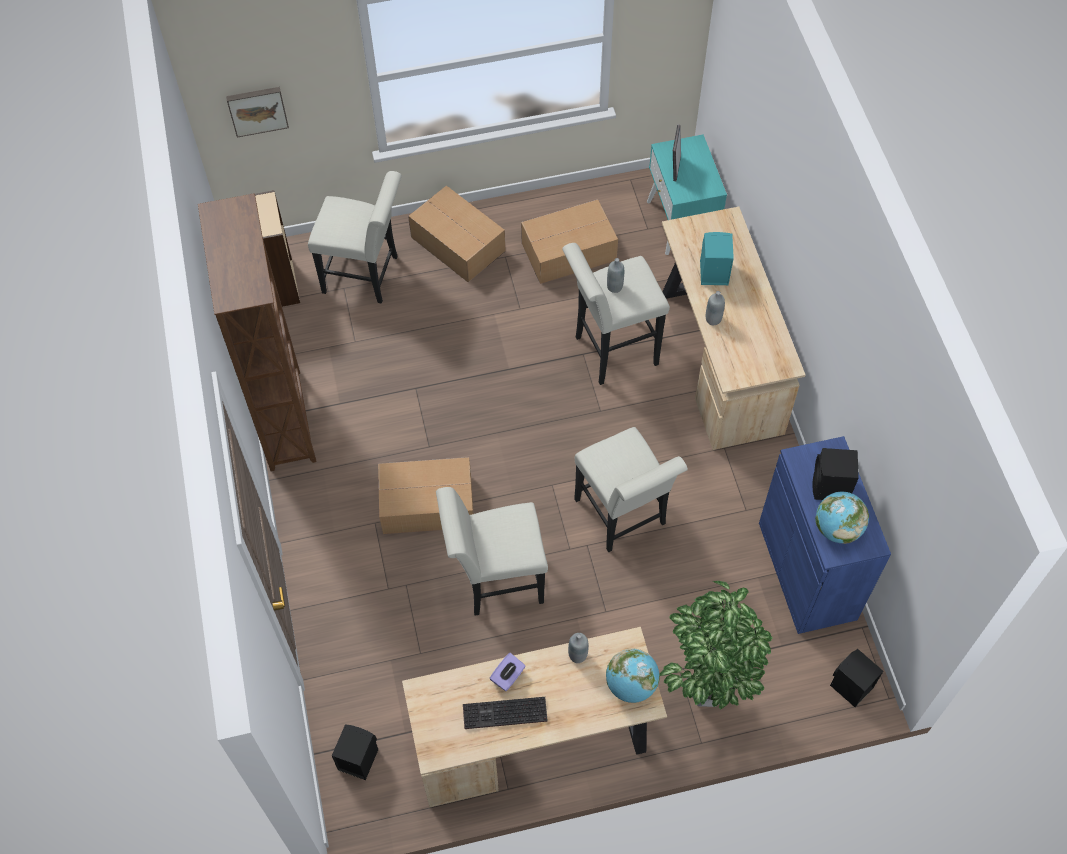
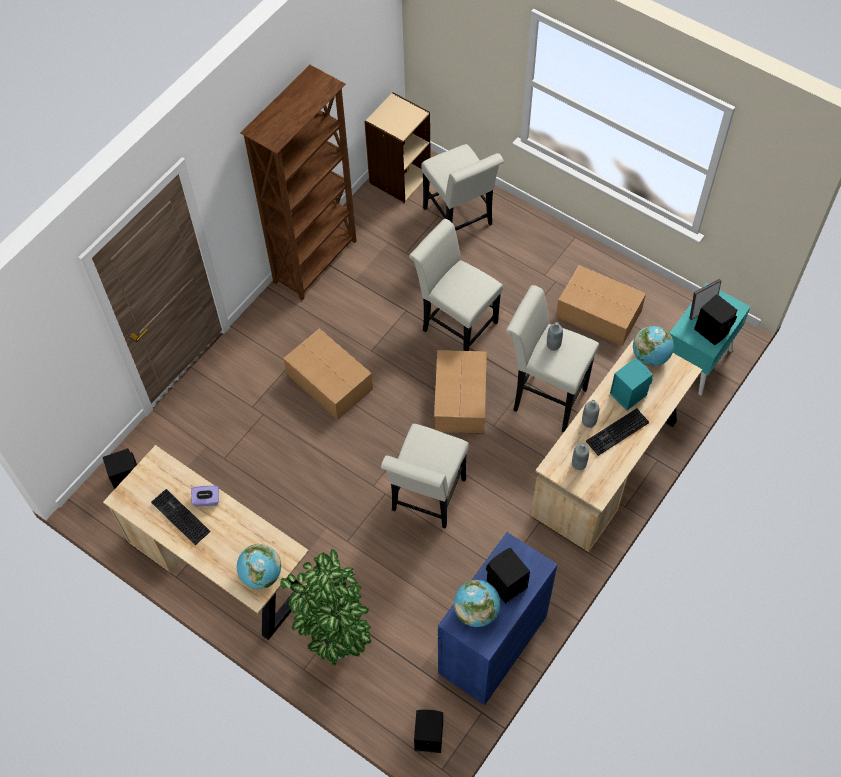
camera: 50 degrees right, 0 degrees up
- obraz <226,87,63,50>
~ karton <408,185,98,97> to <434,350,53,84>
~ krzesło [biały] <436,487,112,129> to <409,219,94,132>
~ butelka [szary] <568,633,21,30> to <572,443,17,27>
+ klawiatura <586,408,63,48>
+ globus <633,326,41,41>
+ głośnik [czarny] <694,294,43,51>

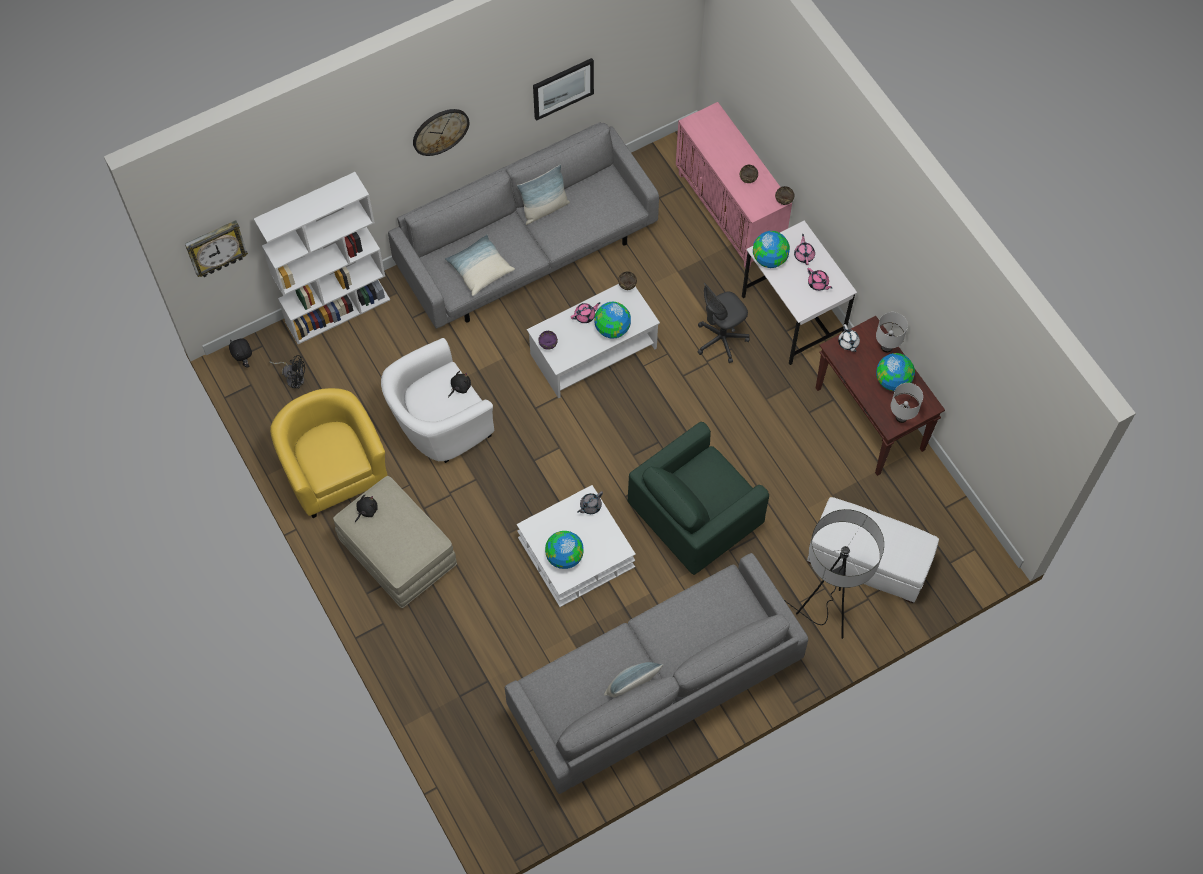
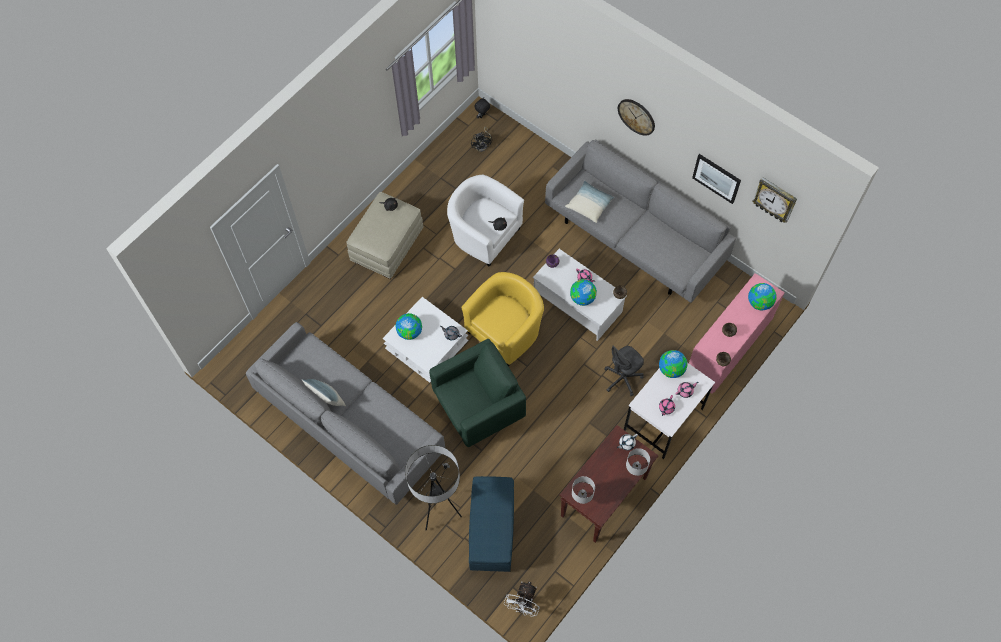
camera: 70 degrees right, 0 degrees up
~ zegar ścienny <185,220,63,57> to <752,177,45,46>
- regał [biały] <254,172,136,172>
~ fotel [żółty] <270,388,118,130> to <461,272,83,94>
- poduszka <517,165,53,60>
~ fotel [zielony] <628,422,141,153> = <429,339,97,108> 120 degrees clockwise
~ krzesło biurowe [szary] <697,283,53,80> = <604,346,40,50> 75 degrees counterclockwise
~ pufa [biały] <807,497,132,106> to pufa [niebieski] <469,476,45,96>
~ globus <876,353,39,38> to <748,283,29,27>
+ wentylator [biały] <504,582,36,35>

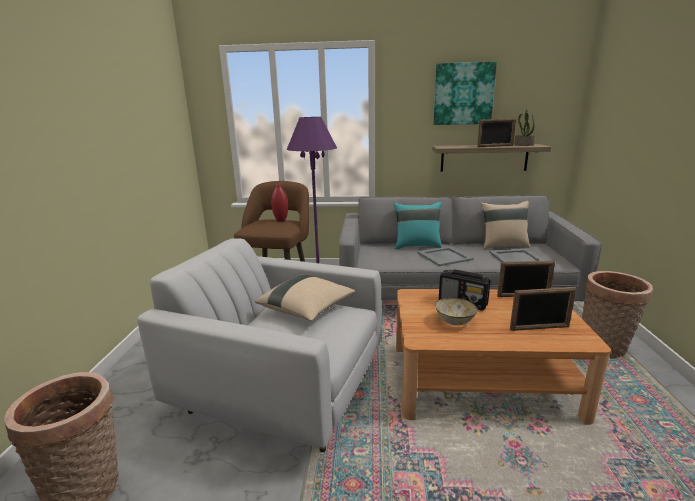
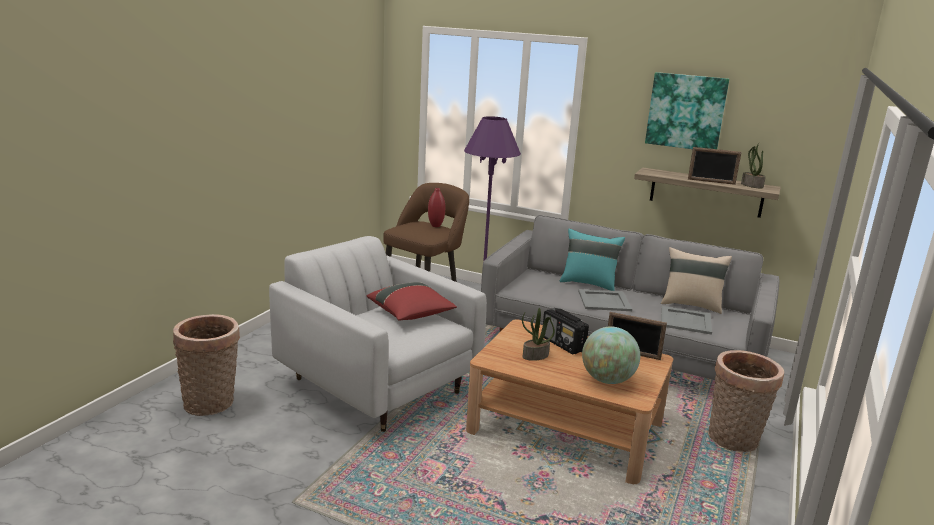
camera: 20 degrees right, 0 degrees up
~ poduszka [beżowy] <255,274,100,47> to poduszka [czerwony] <367,282,90,39>
~ miska <435,297,43,29> to roślina doniczkowa <522,308,33,53>
~ ramka na zdjęcie <510,287,66,44> to globus <582,326,58,58>

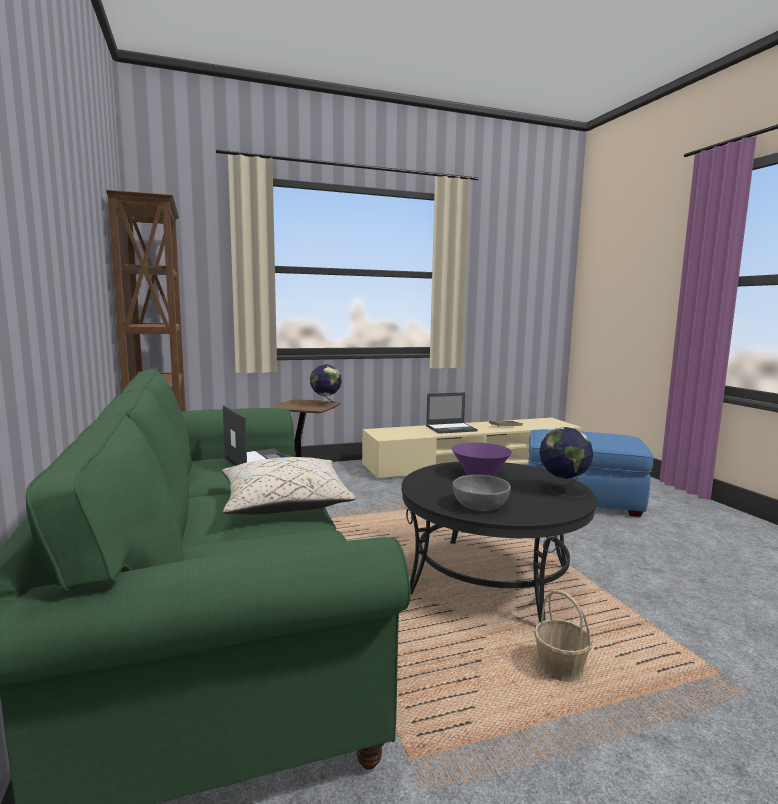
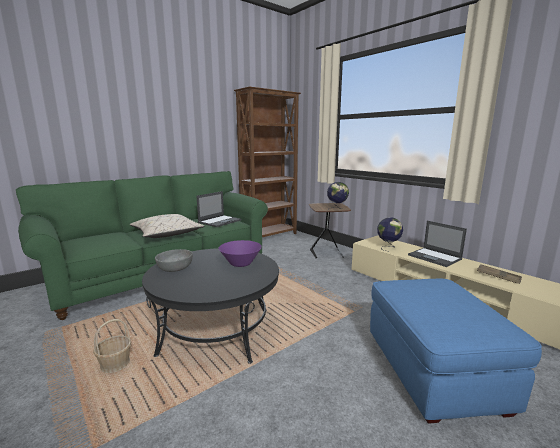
camera: 70 degrees right, 5 degrees up
~ globus <539,427,54,71> to <377,217,26,34>

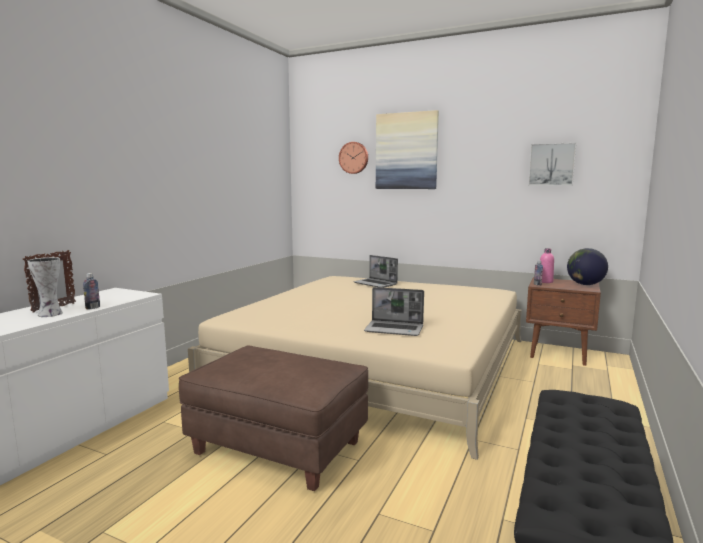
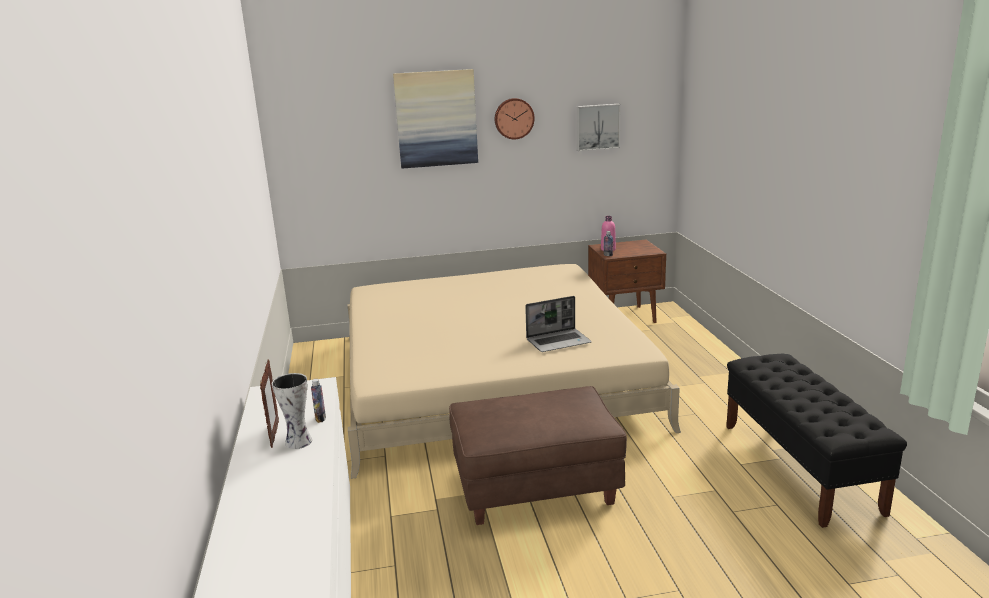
camera: 35 degrees left, 10 degrees up
~ zegar ścienny <339,142,29,32> to <495,98,40,42>
- laptop <353,255,45,33>
- globus <567,248,41,37>

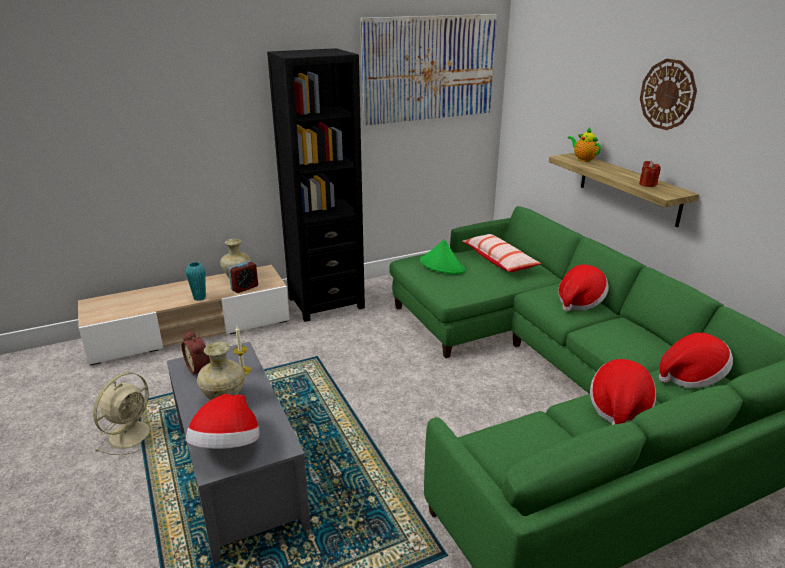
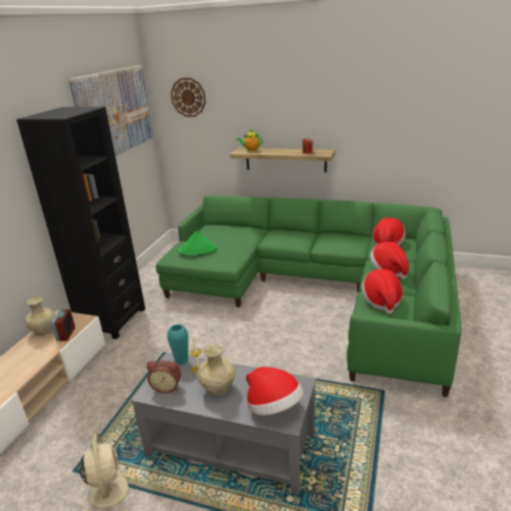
camera: 45 degrees left, 0 degrees up
~ wazon [turkusowy] <186,262,20,39> to <167,324,21,41>
- poduszka <462,234,79,38>
~ kapelusz <558,265,51,47> to <362,269,41,45>
~ zegar ścienny <640,59,57,71> to <171,78,35,39>

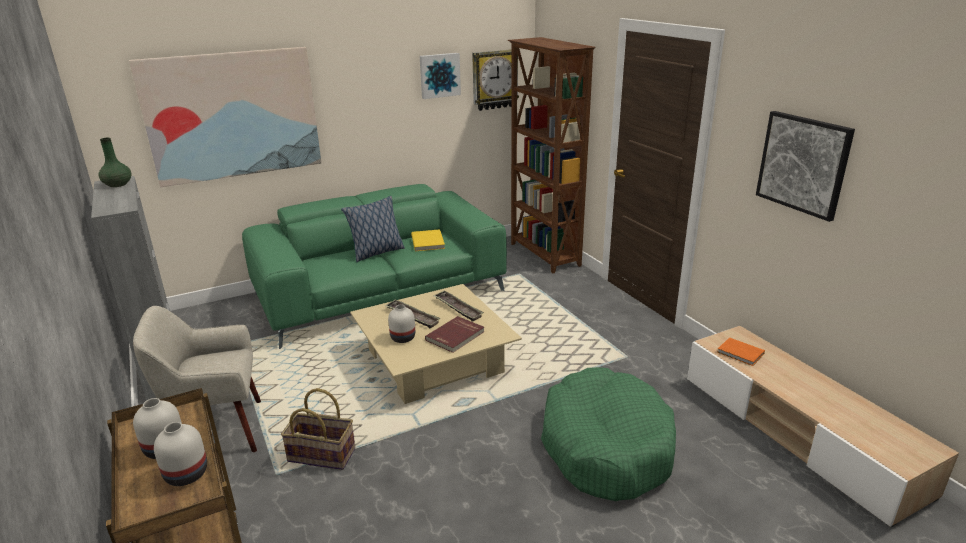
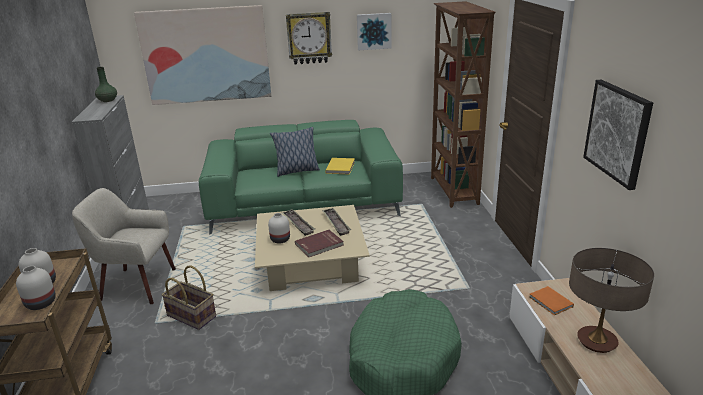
camera: 20 degrees right, 0 degrees up
~ zegar ścienny <472,49,47,62> to <286,12,46,53>
+ lampa stołowa <569,248,85,105>

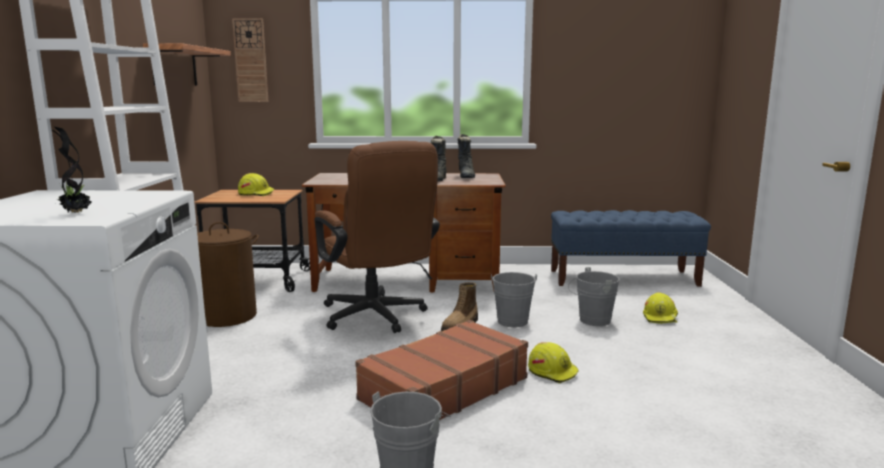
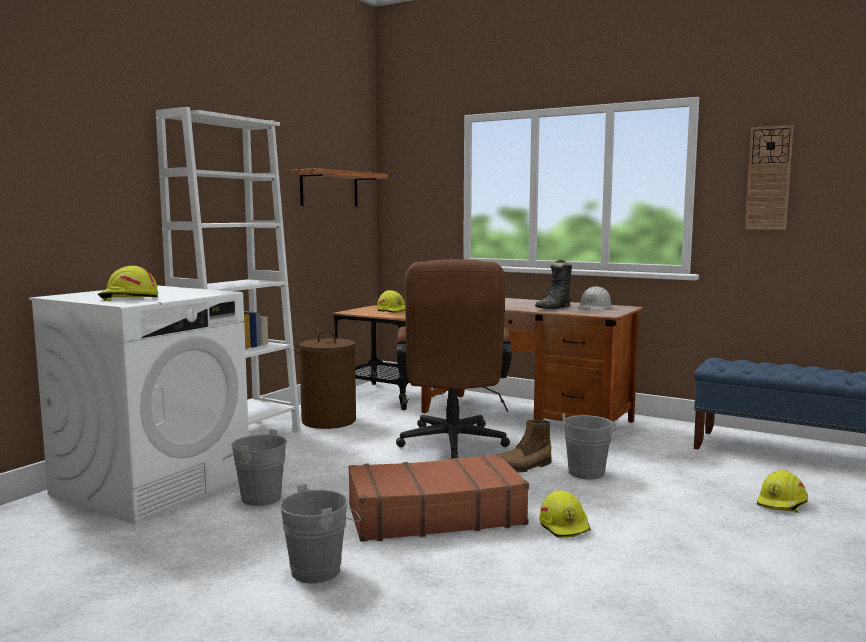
camera: 30 degrees right, 5 degrees down
~ roślina doniczkowa <52,127,39,86> to kask [żółty] <98,266,60,35>
~ zegar ścienny <232,18,37,84> to <745,125,49,105>
~ but z cholewką [czarny] <458,134,17,44> to kask [biały] <579,286,33,23>
~ wiadro [szary] <568,267,52,59> to <222,429,65,77>

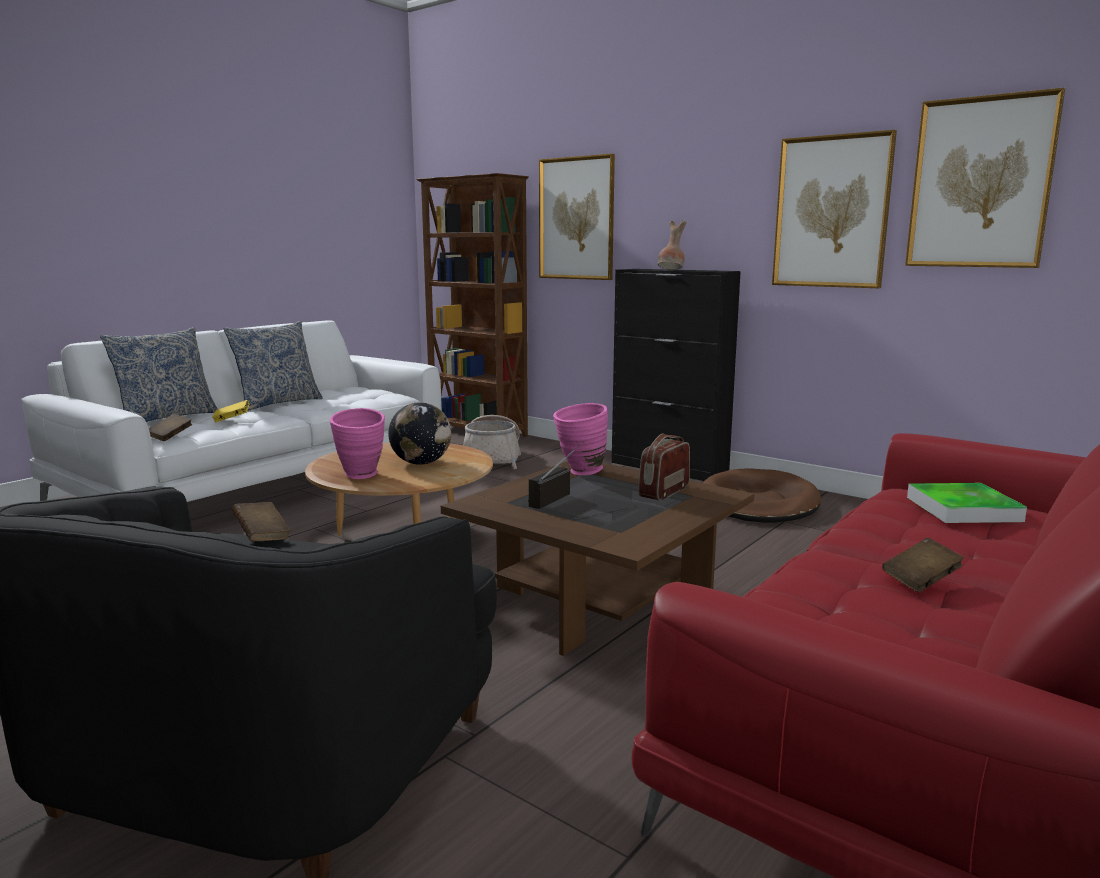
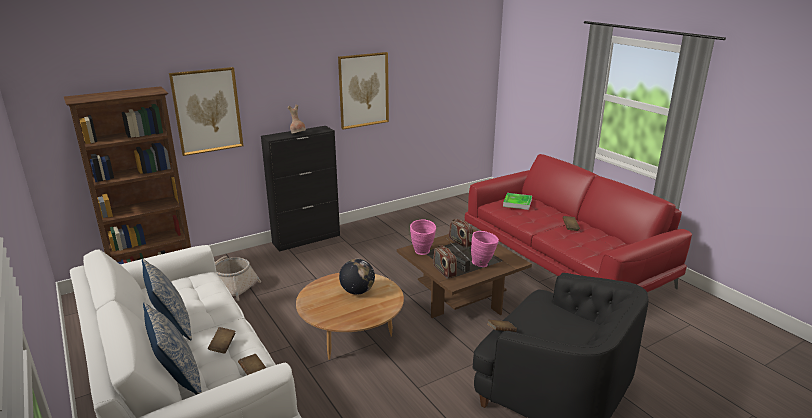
camera: 70 degrees left, 10 degrees up
~ książka [żółty] <212,400,38,22> to książka [brązowy] <208,327,28,26>
~ wazon [różowy] <330,408,55,71> to <471,231,28,36>
- legowisko [brązowy] <703,468,118,55>
- obraz <905,88,160,180>
+ radio <433,245,24,34>

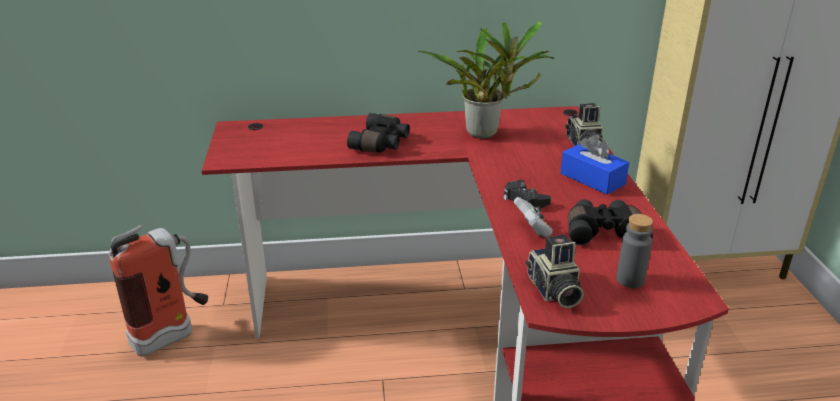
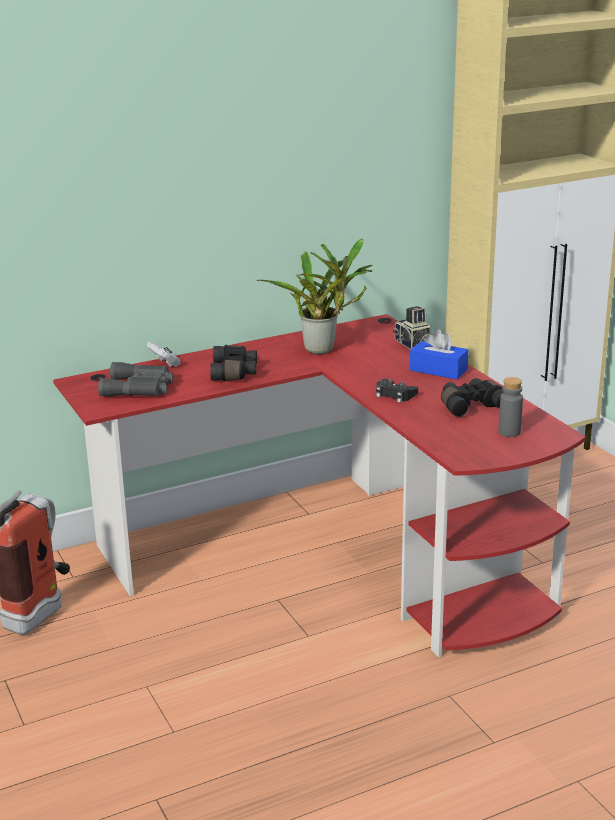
camera: 20 degrees left, 5 degrees down
~ pad do gier [biały] <514,197,39,40> to <147,341,33,26>
- aparat fotograficzny <526,235,58,73>
+ lornetka [szary] <98,362,75,34>

